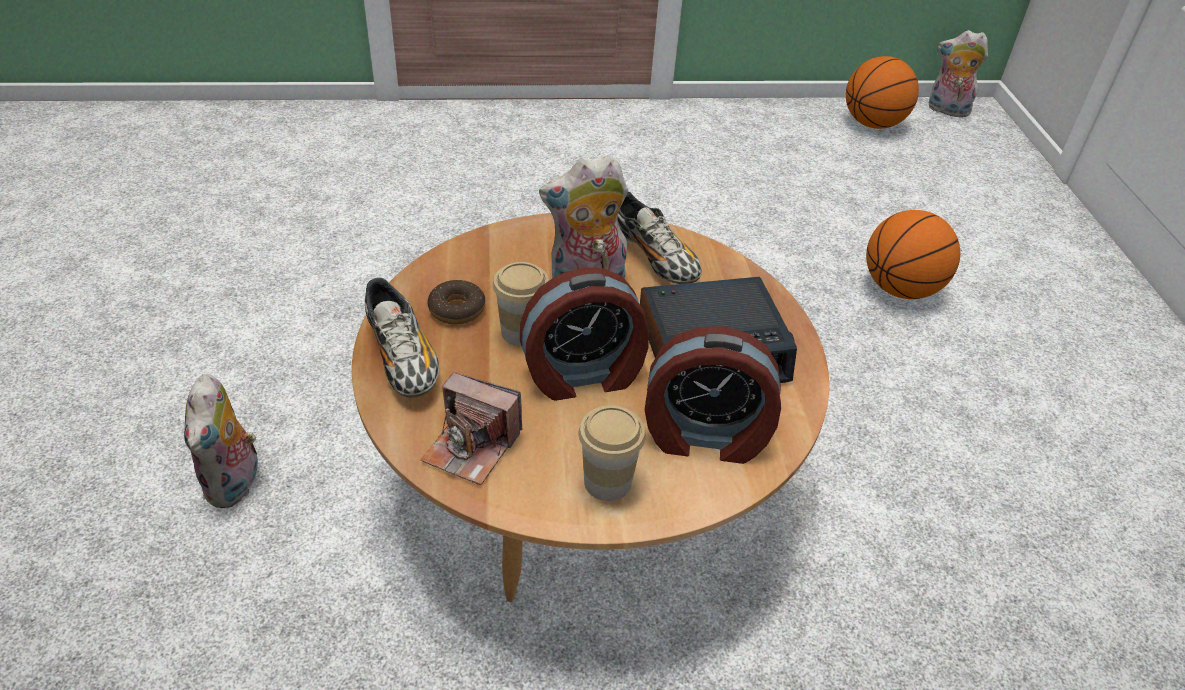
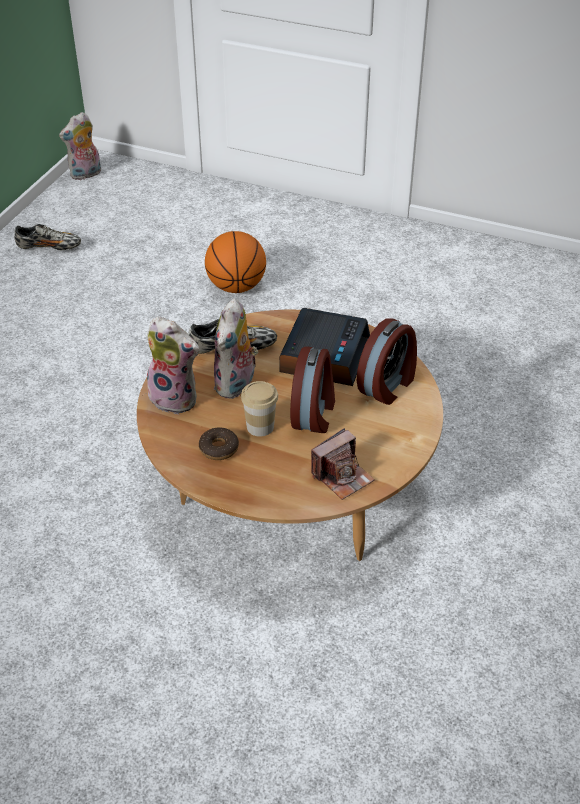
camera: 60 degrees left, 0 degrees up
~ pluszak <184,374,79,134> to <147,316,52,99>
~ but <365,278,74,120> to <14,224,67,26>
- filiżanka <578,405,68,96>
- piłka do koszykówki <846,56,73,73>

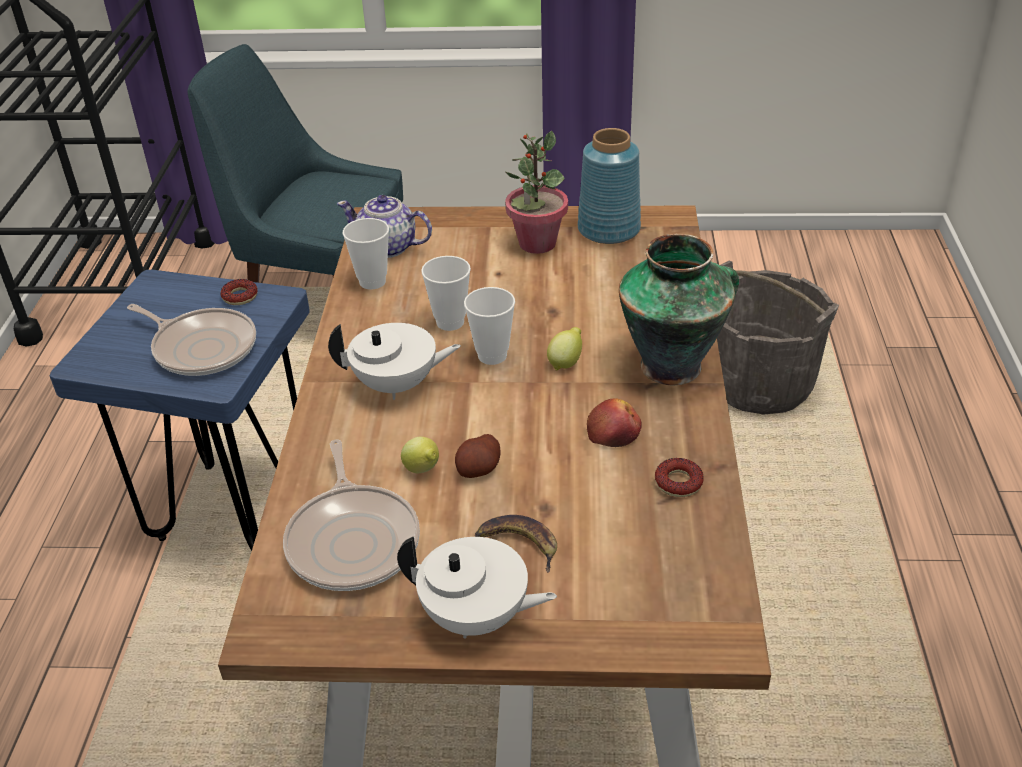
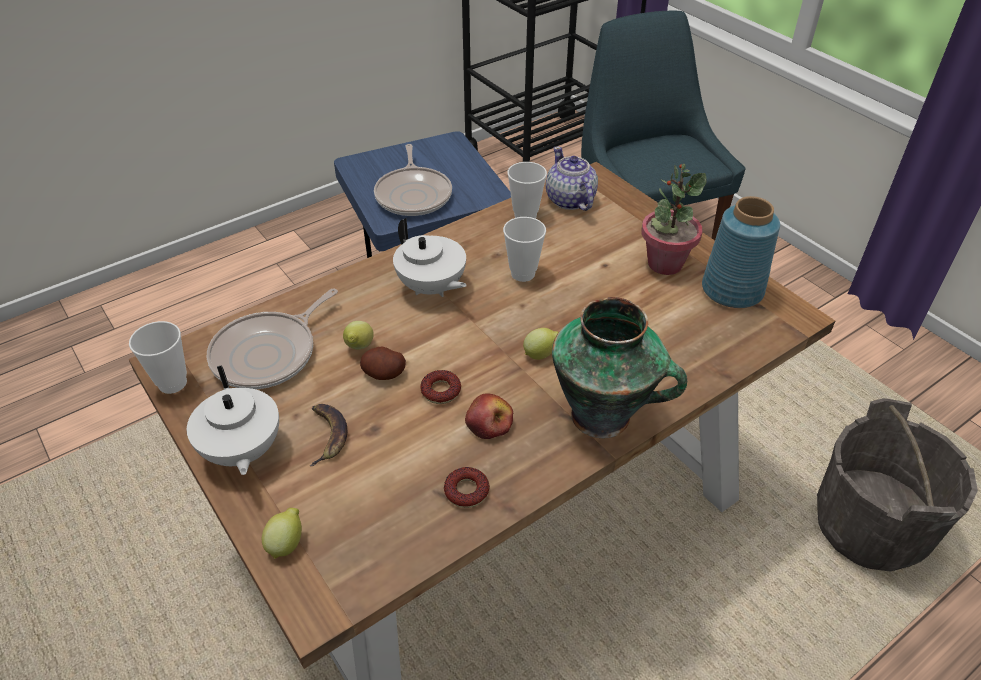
camera: 50 degrees right, 5 degrees up
~ donut <220,279,38,26> to <420,370,41,34>
~ filiżanka <464,287,51,78> to <129,321,58,73>
+ cytryna <262,508,40,51>

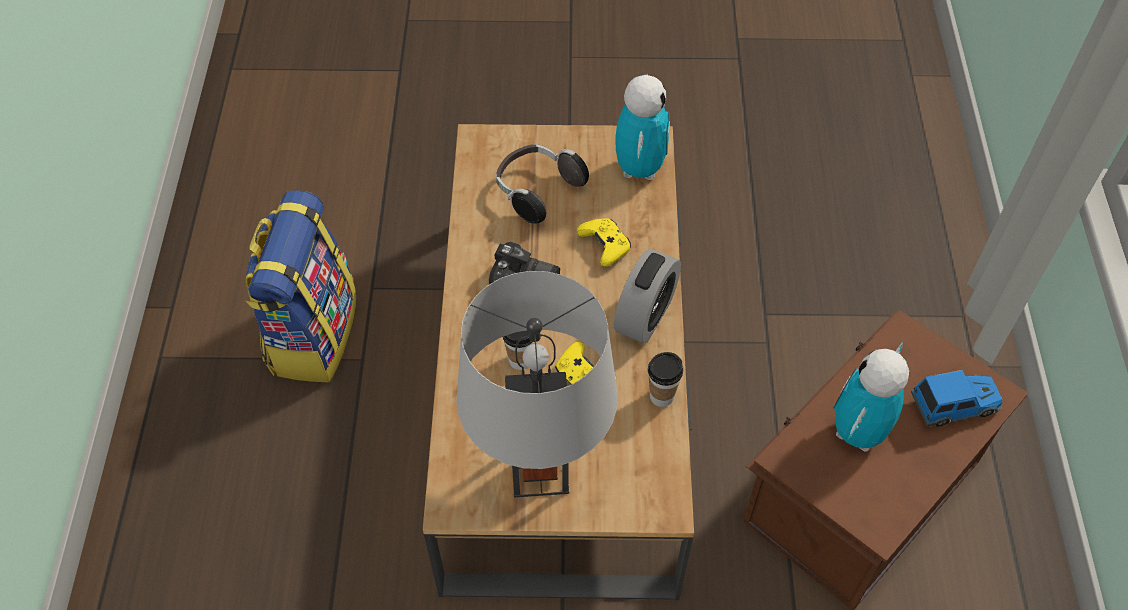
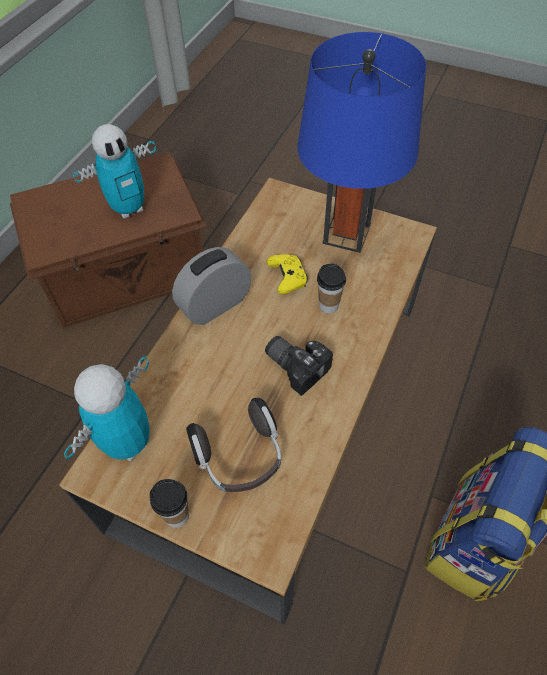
camera: 155 degrees left, 0 degrees up
~ lampa stołowa [szary] <456,271,162,227> to lampa stołowa [niebieski] <298,32,129,221>
- pad do gier [żółty] <577,218,54,49>
~ filiżanka <648,352,35,55> to <150,479,39,49>
- samochodzik <911,370,92,57>

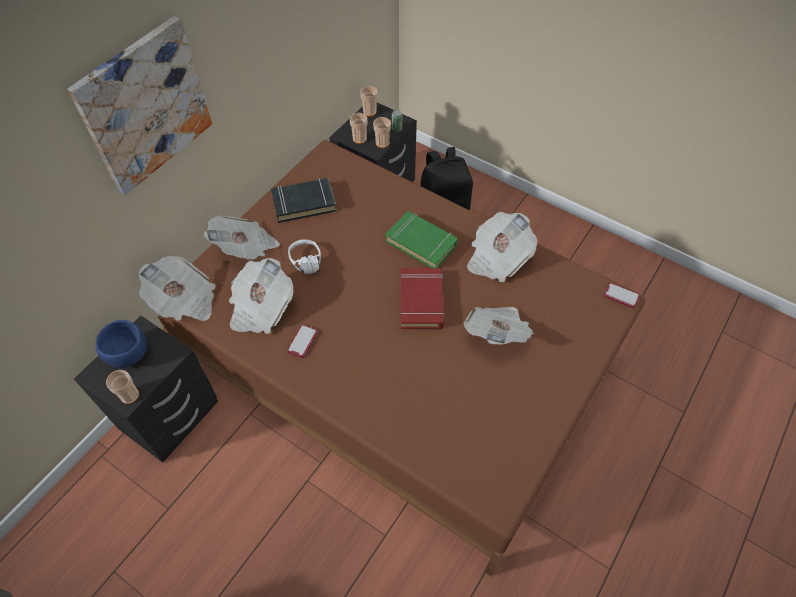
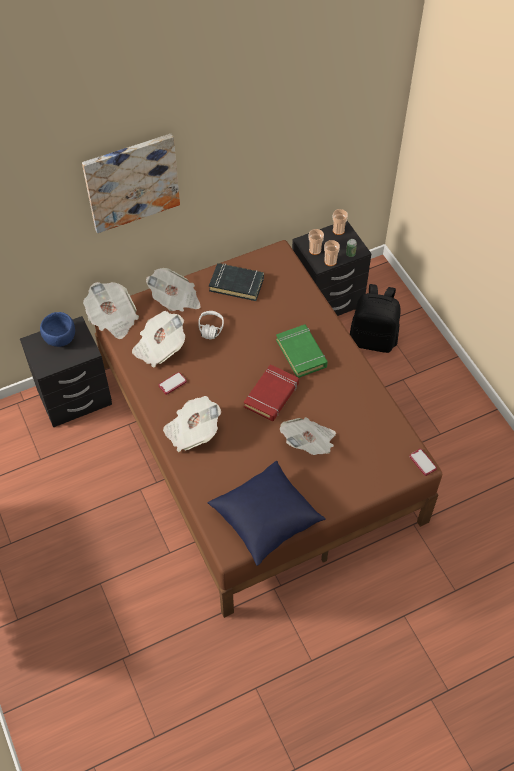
camera: 30 degrees right, 0 degrees up
- filiżanka <106,370,33,34>
~ gazeta <467,212,70,70> to <163,396,58,56>
+ poduszka [niebieski] <207,461,119,105>

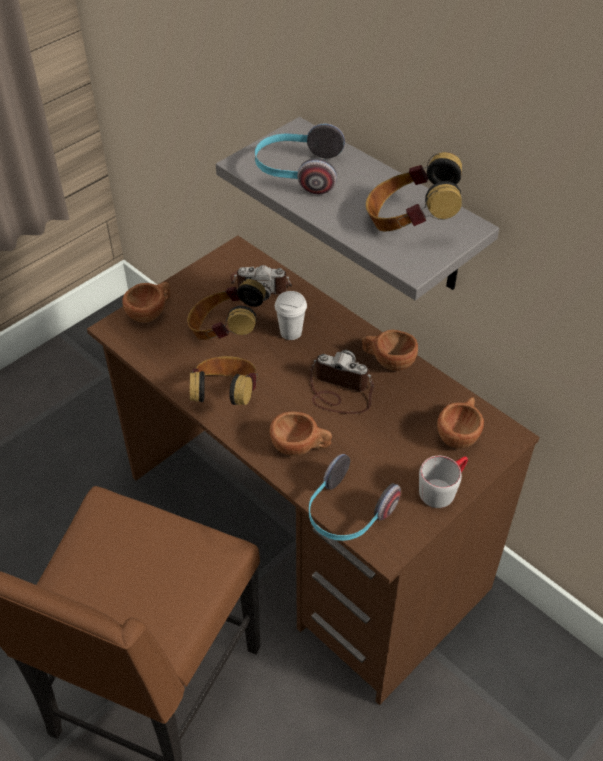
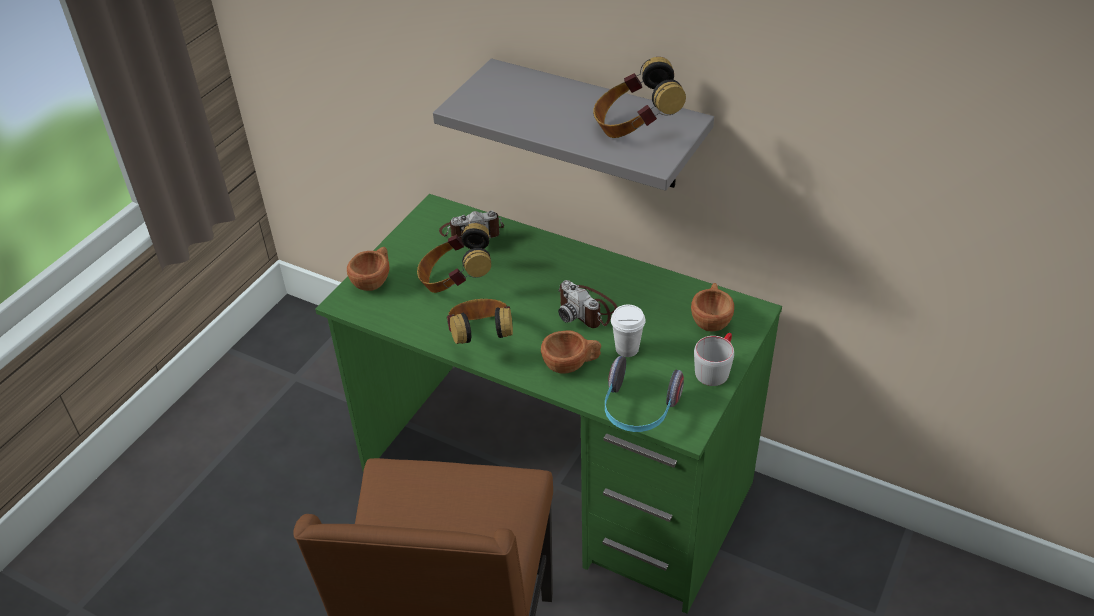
camera: 15 degrees left, 5 degrees down
~ biurko [brązowy] <87,236,453,469> to biurko [zielony] <315,194,467,420>
- słuchawki <255,123,90,71>
~ filiżanka [biały] <275,291,32,49> to <611,305,35,52>
~ aparat fotograficzny <310,350,64,64> = <558,280,59,48> 135 degrees counterclockwise
- filiżanka [brązowy] <362,329,56,42>

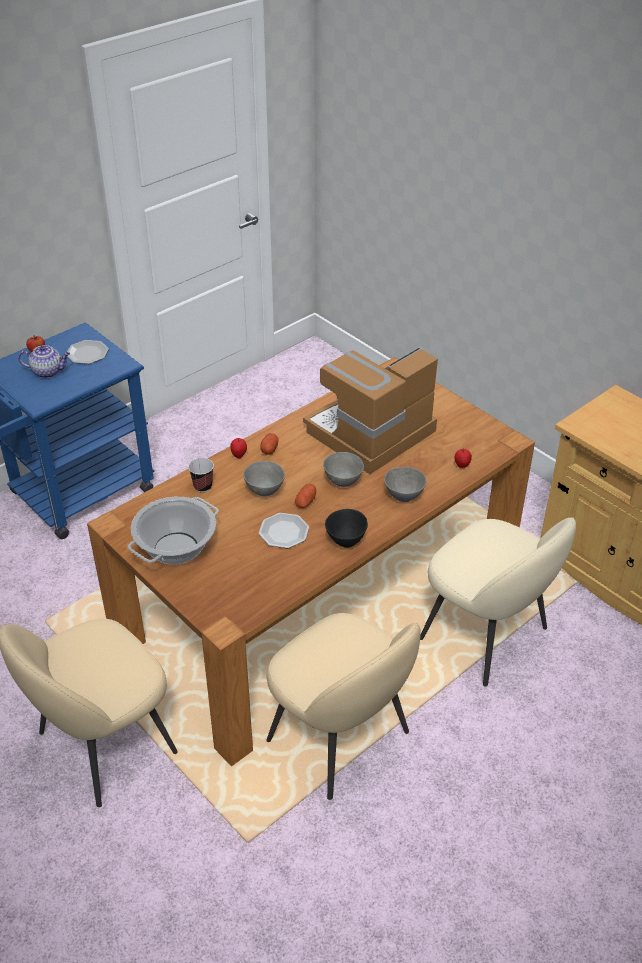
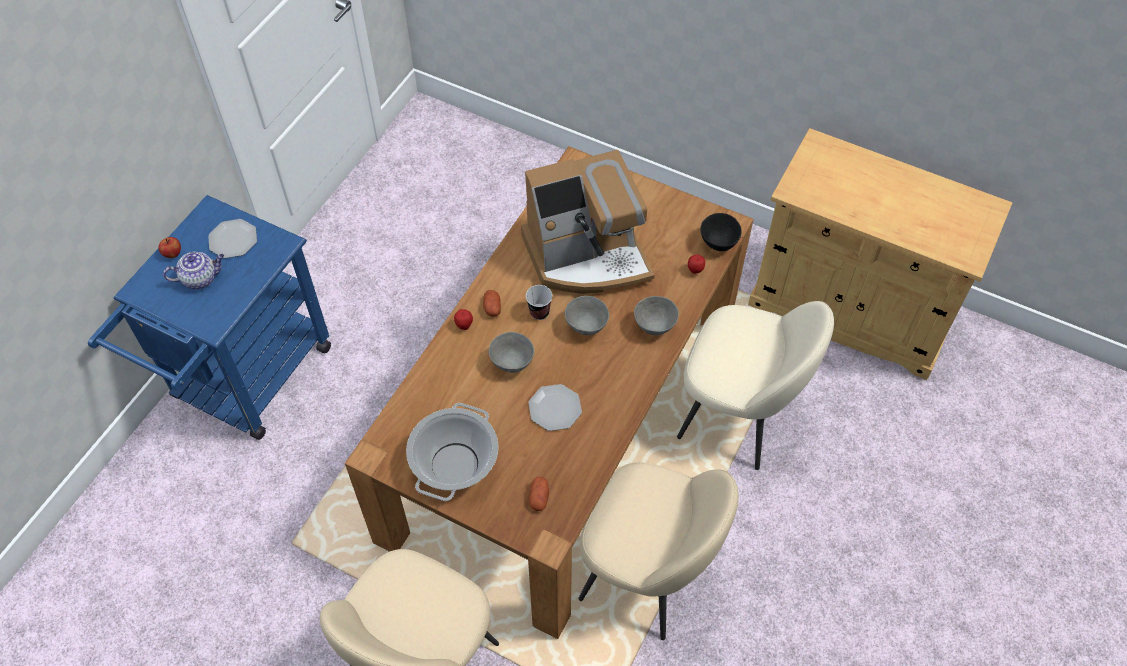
camera: 20 degrees left, 15 degrees up
~ filiżanka <188,458,26,35> to <526,285,27,35>
~ ziemniak <295,483,21,25> to <529,477,20,34>
~ ekspres do kawy <303,347,135,127> = <521,150,134,144> 135 degrees counterclockwise
~ miska [czarny] <325,509,43,39> to <700,213,42,38>

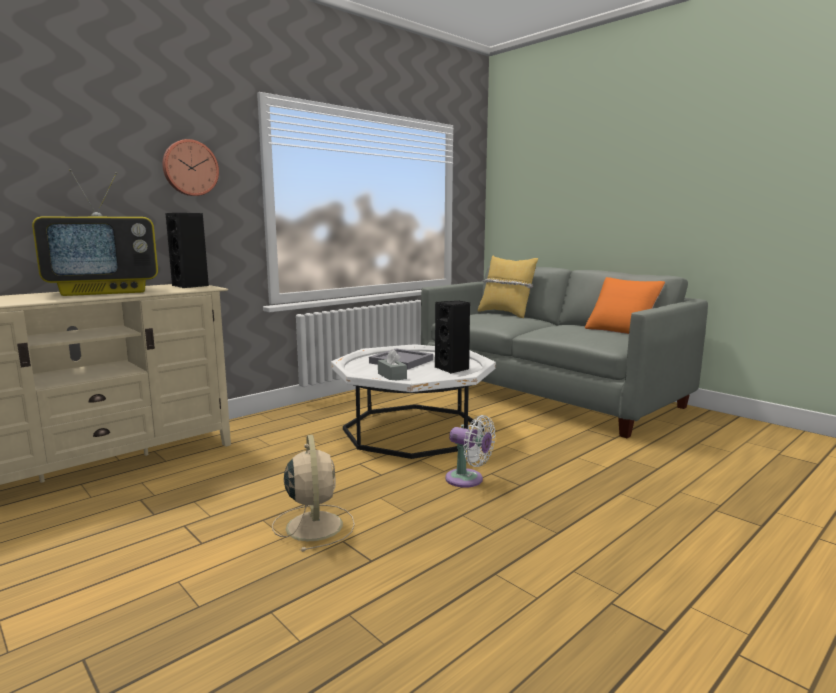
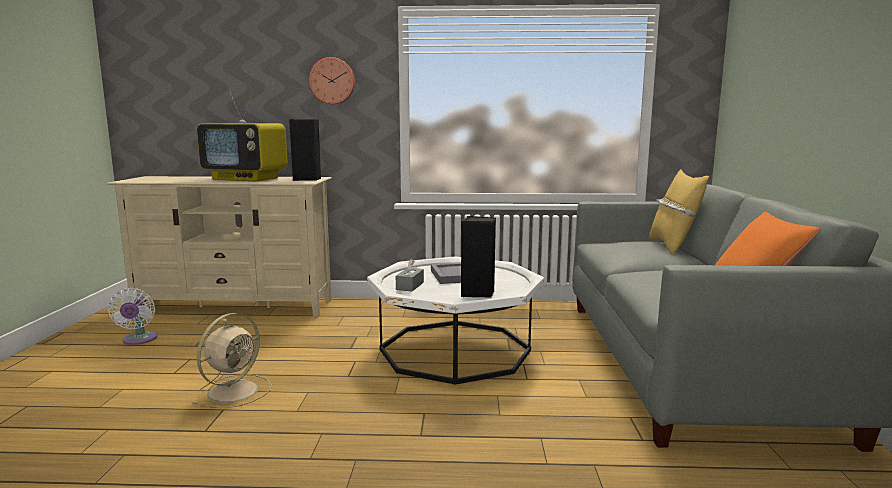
camera: 45 degrees right, 0 degrees up
~ wentylator [biały] <445,415,51,73> to <107,288,50,57>

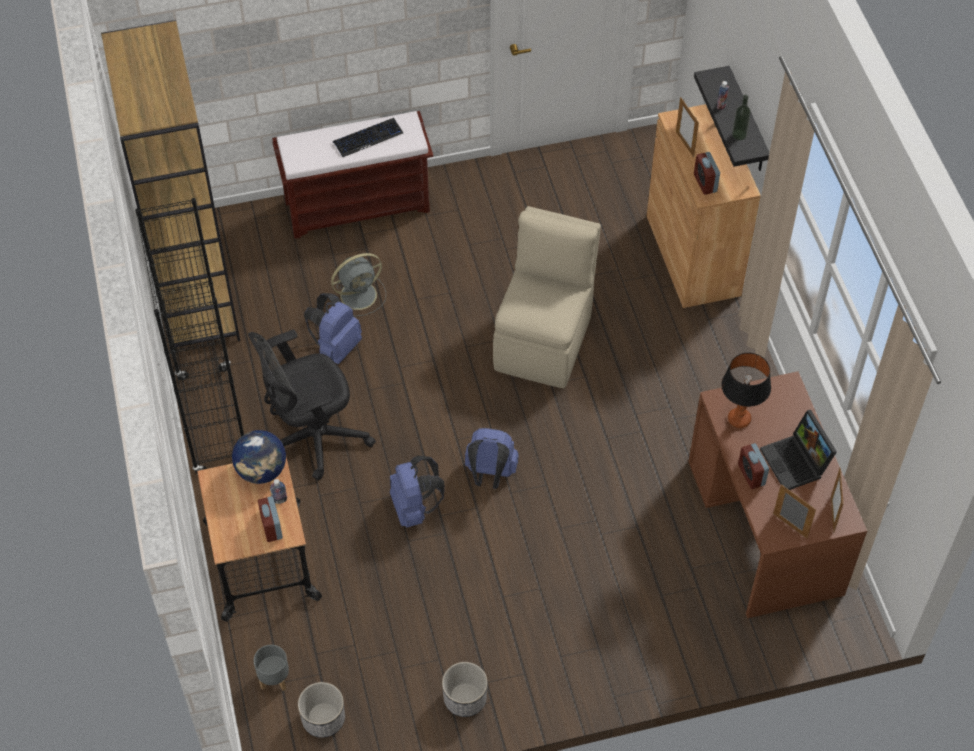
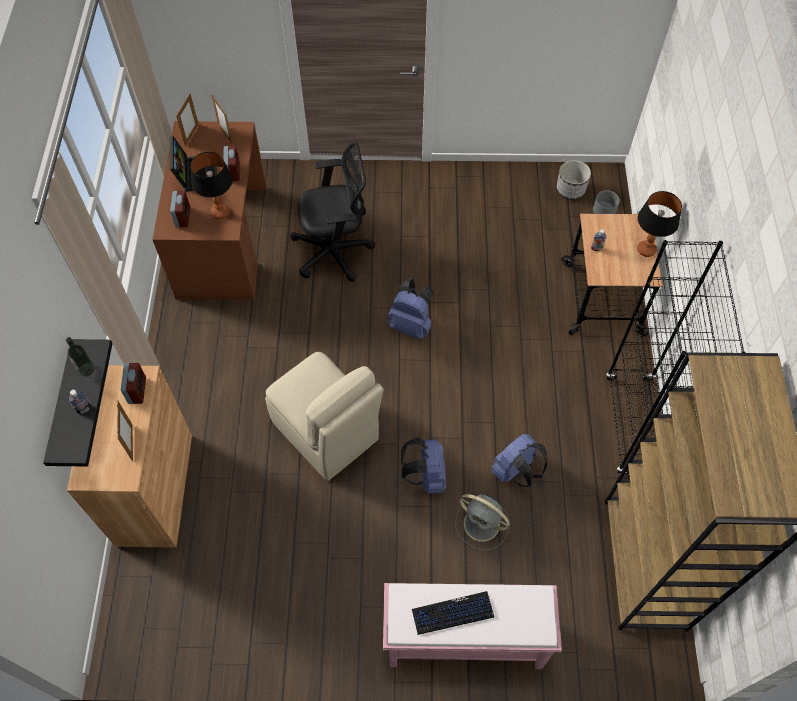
camera: 165 degrees left, 5 degrees up
- globus <232,430,54,54>
~ krzesło biurowe [czarny] <248,329,128,152> to <290,142,85,140>
~ budzik <258,496,25,46> to <170,191,20,36>
~ ławka [brązowy] <272,111,161,128> to ławka [różowy] <383,583,179,86>
~ wentylator [szary] <329,253,57,64> = <455,494,55,56> 135 degrees counterclockwise
~ plecak [niebieski] <390,456,54,71> to <401,437,45,57>
- donica <442,662,46,55>
~ krzesło [beżowy] <493,206,108,182> = <265,352,119,129> 75 degrees counterclockwise
+ lampa stołowa <637,191,45,66>

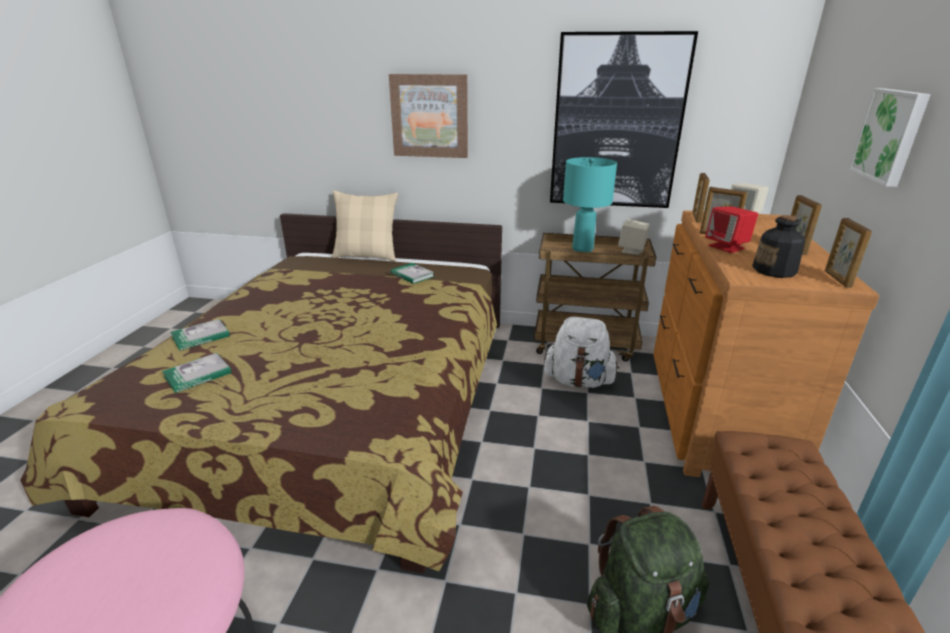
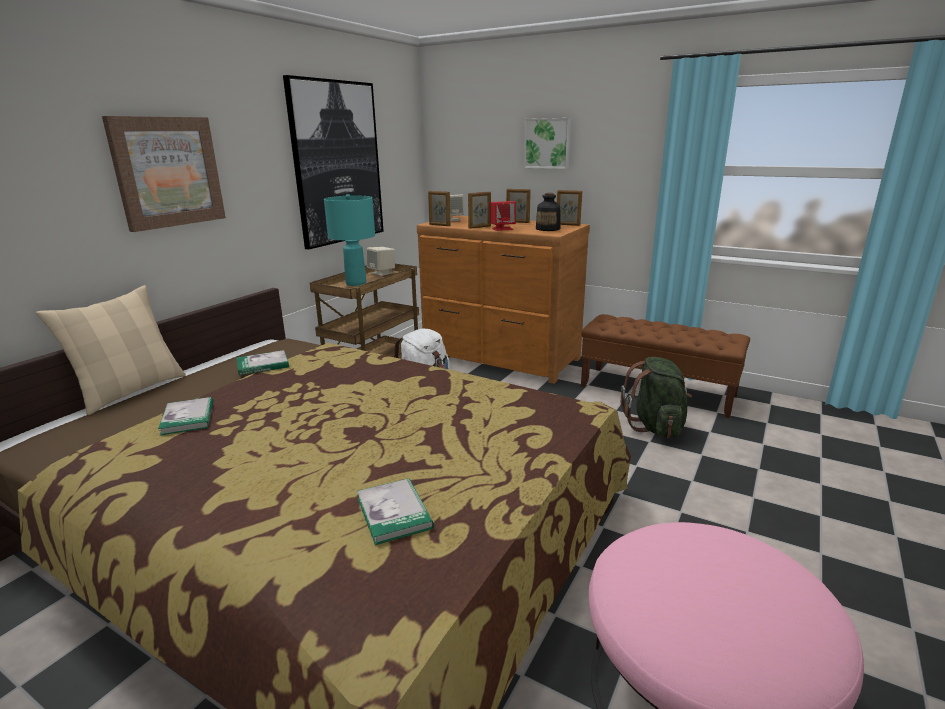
camera: 70 degrees left, 5 degrees down
~ książka <170,319,60,32> to <158,397,55,38>

